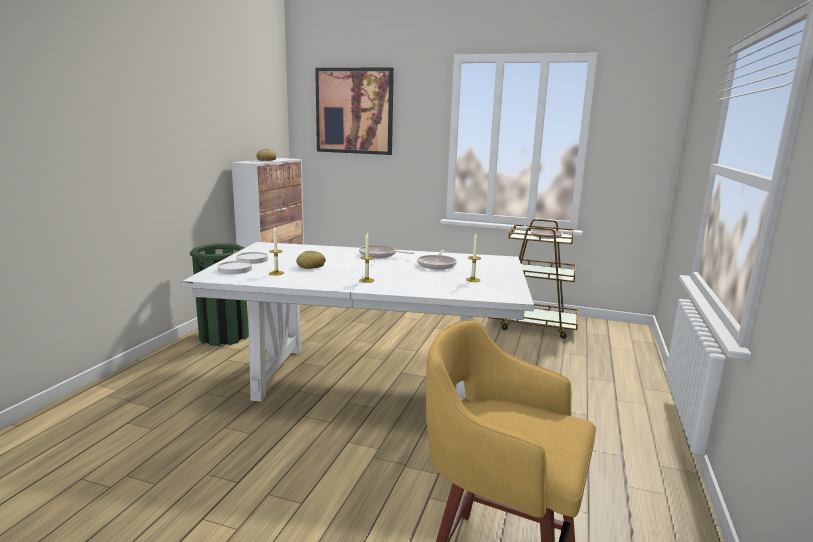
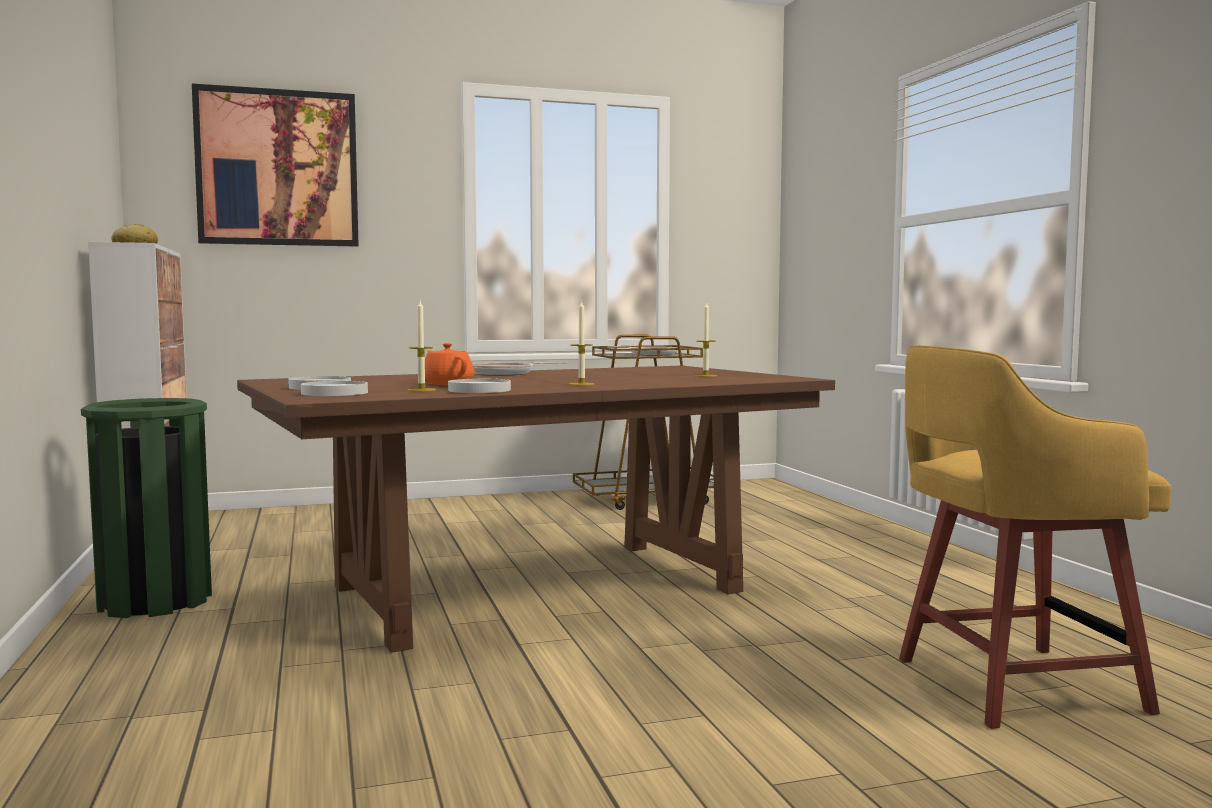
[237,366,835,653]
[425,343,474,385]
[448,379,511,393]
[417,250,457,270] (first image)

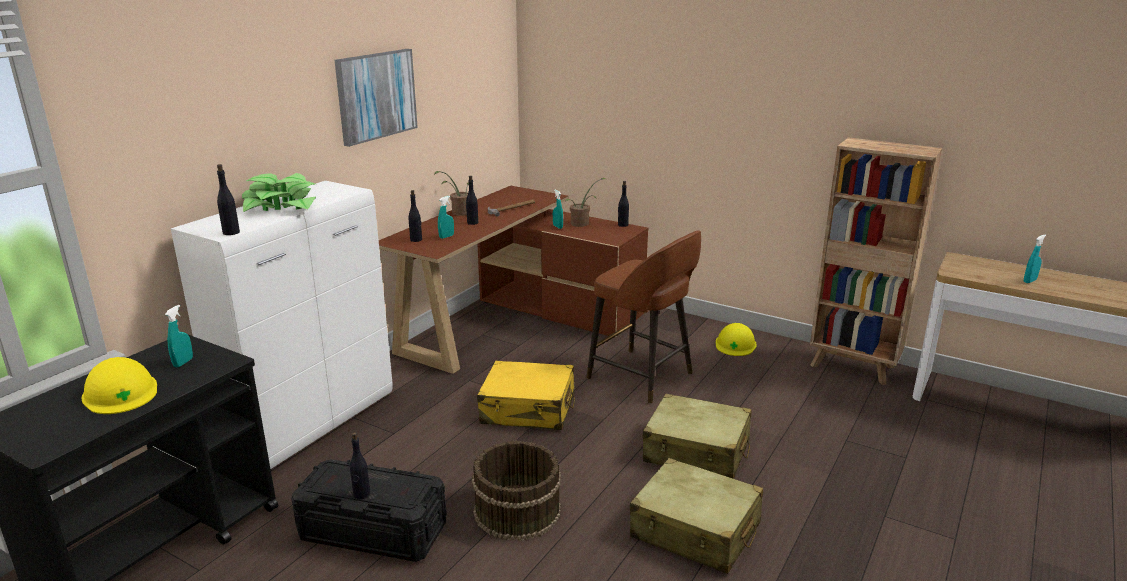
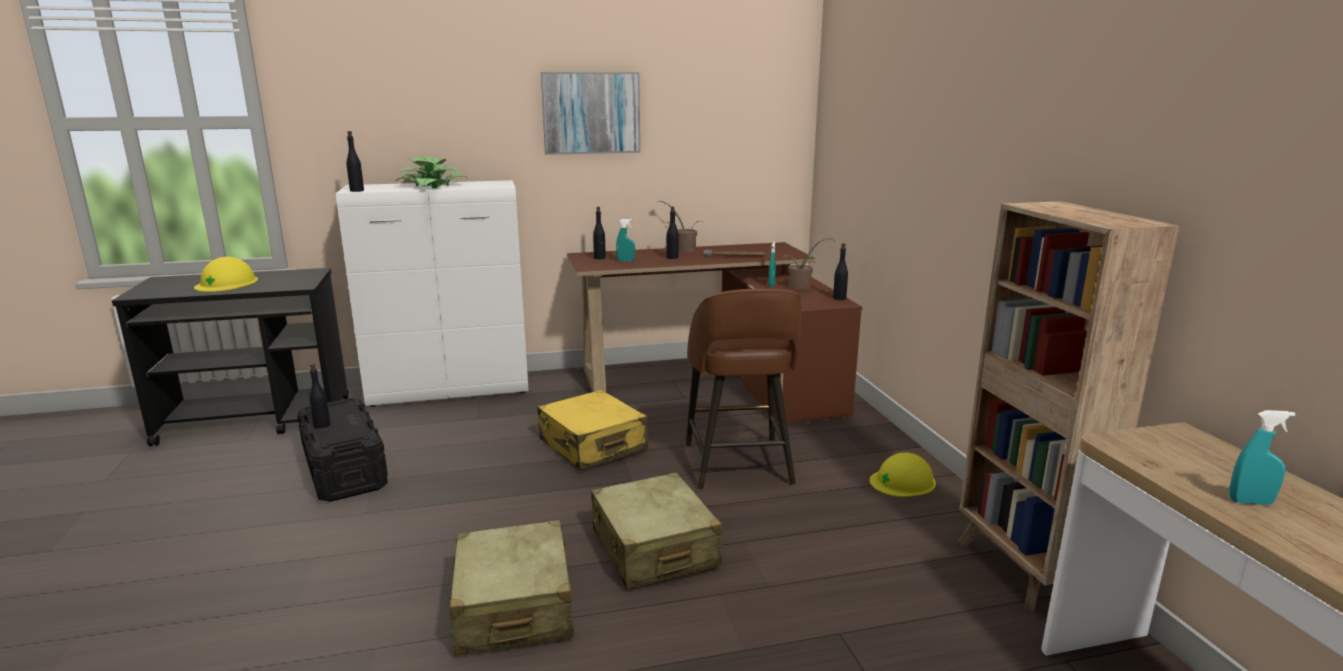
[165,305,193,367] (first image)
[472,441,561,541] (first image)

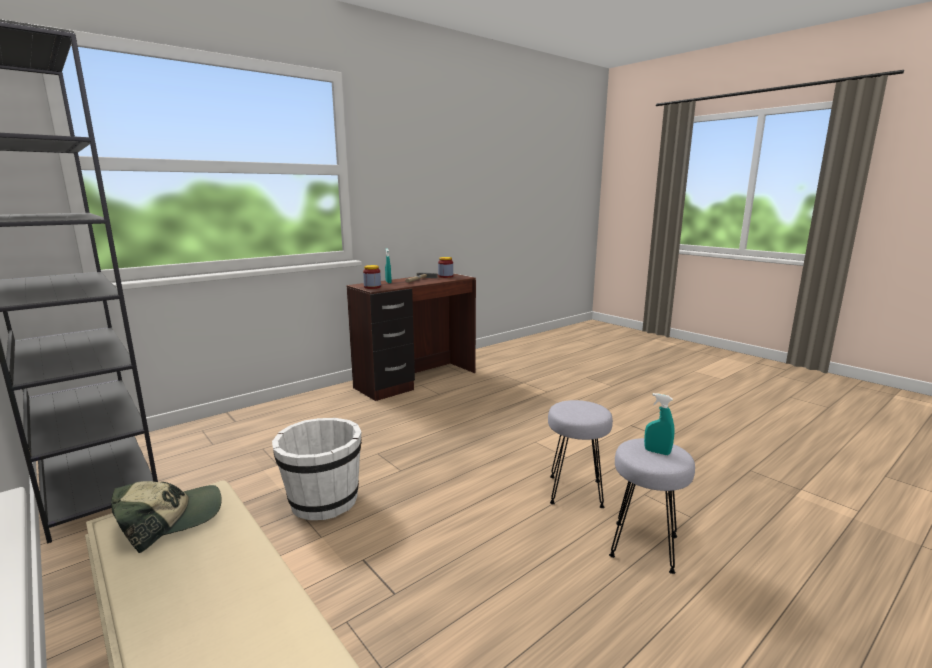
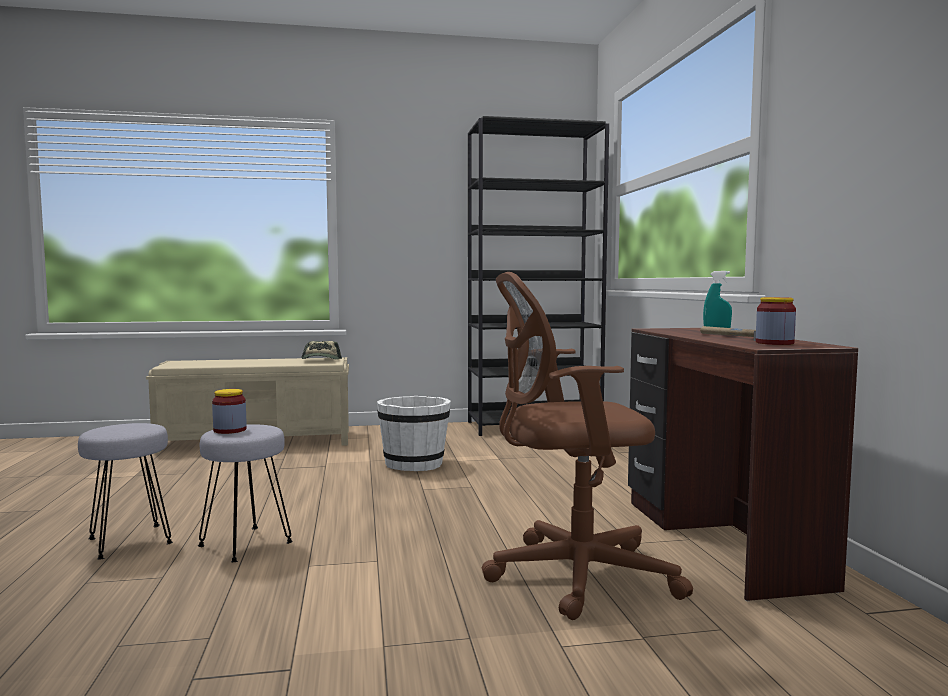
[212,389,247,434]
[482,272,693,620]
[644,393,675,455] (first image)

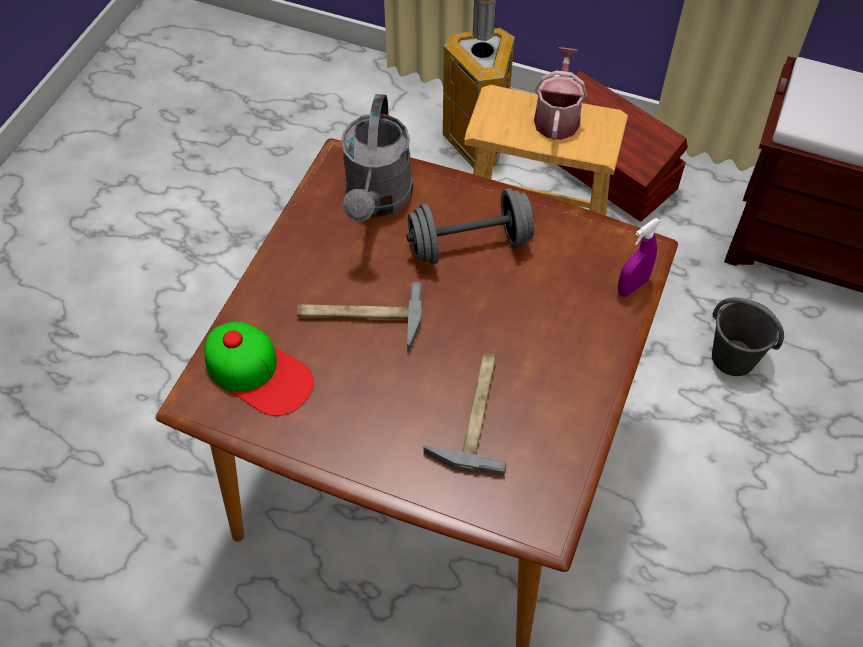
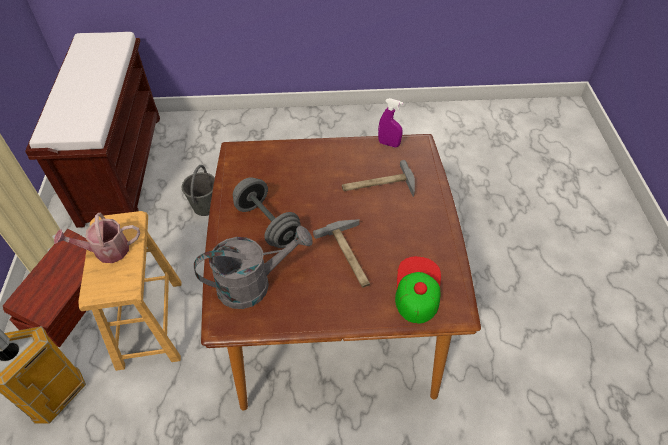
[378,98,403,148]

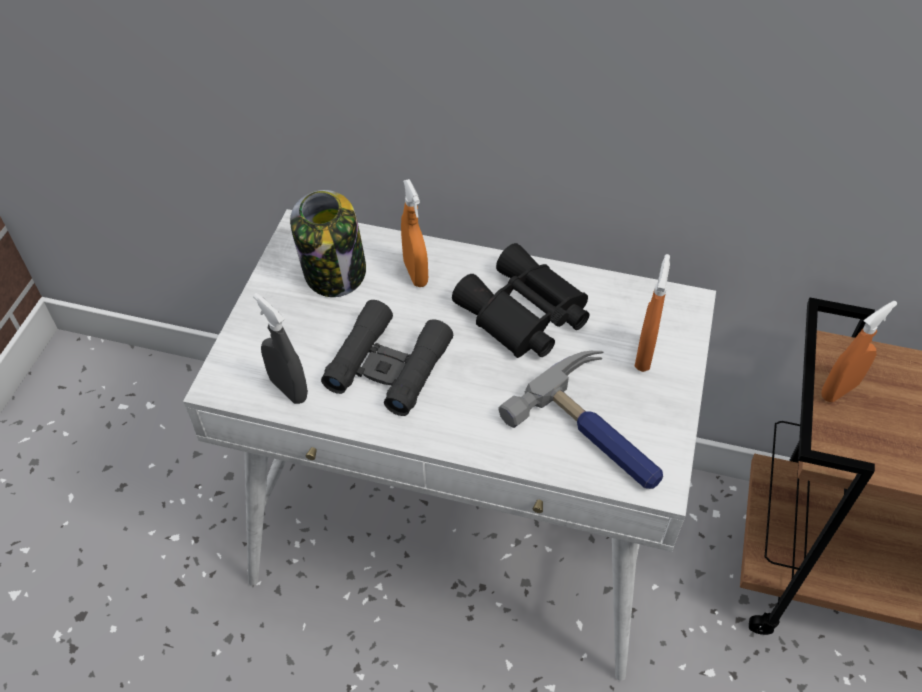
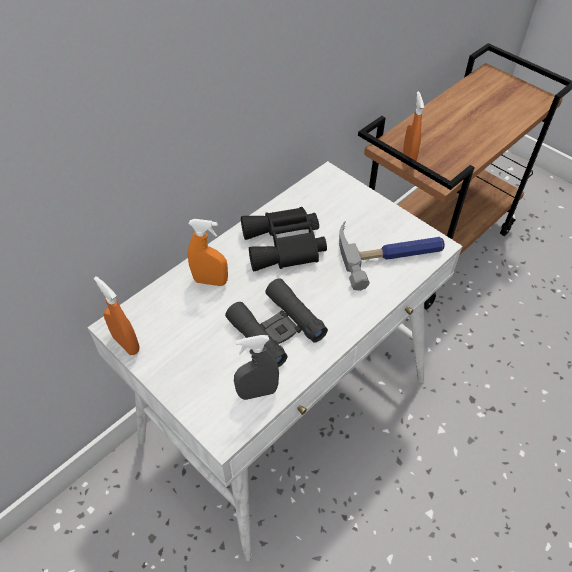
[94,276,139,355]
[290,190,366,297] (first image)

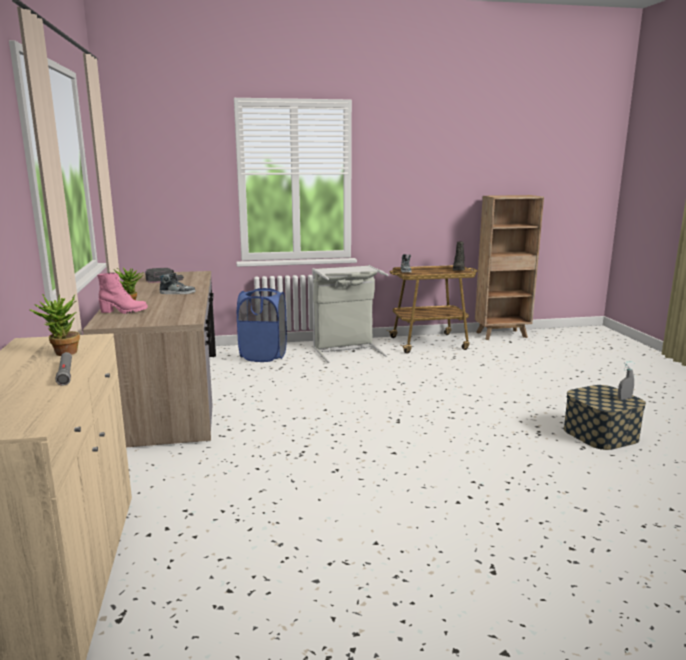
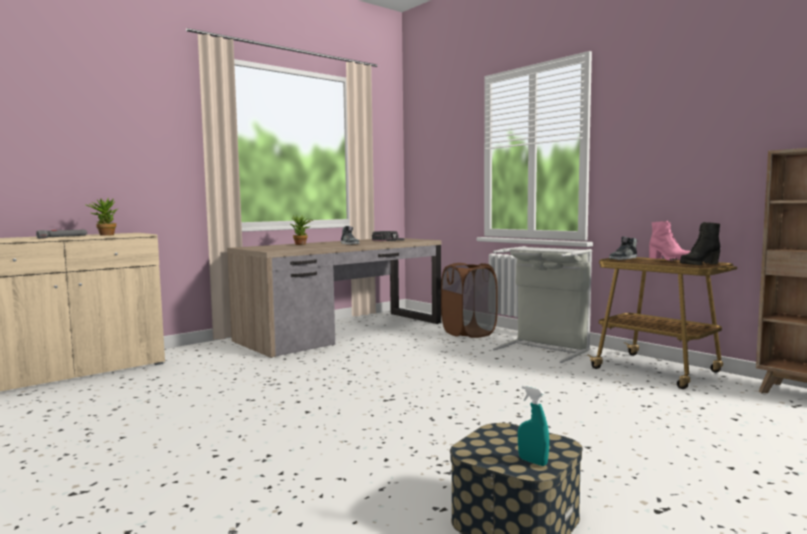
[441,263,497,338]
[518,385,549,466]
[649,221,690,261]

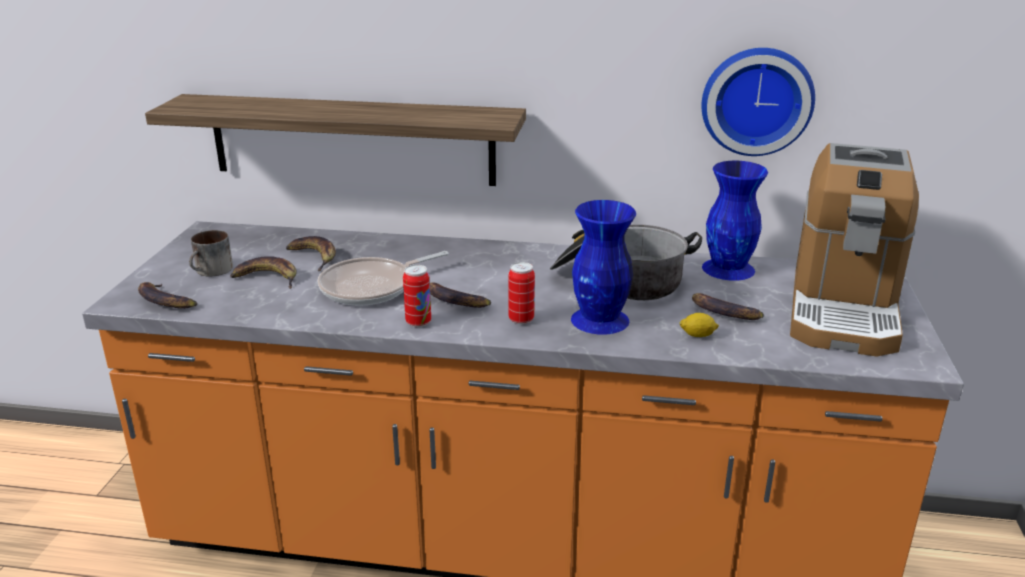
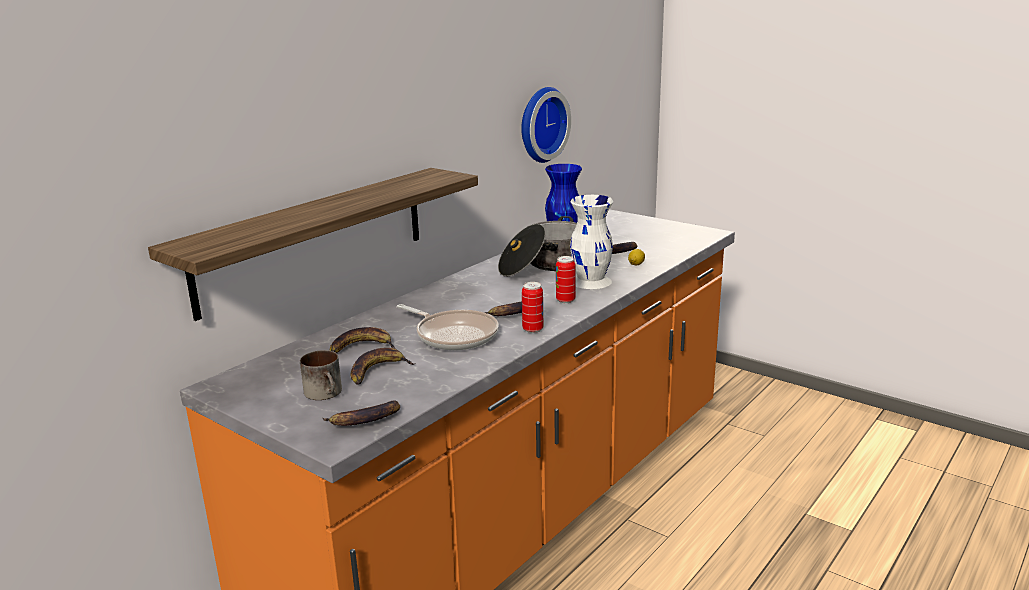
[397,304,499,350]
[570,195,613,289]
[790,143,919,357] (first image)

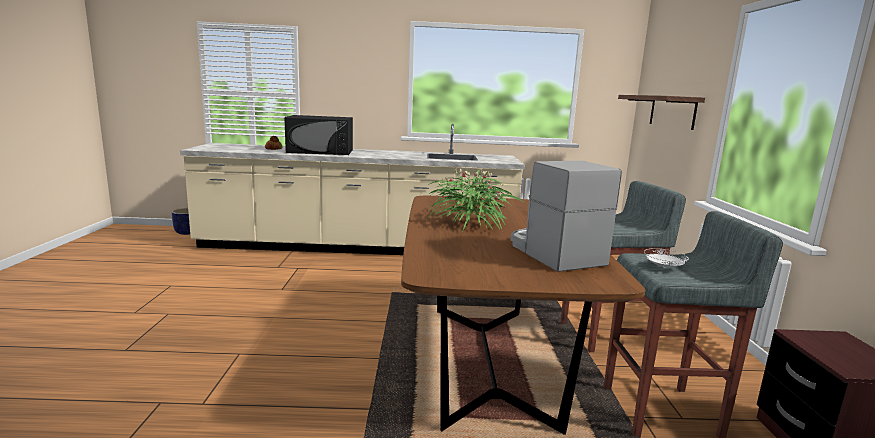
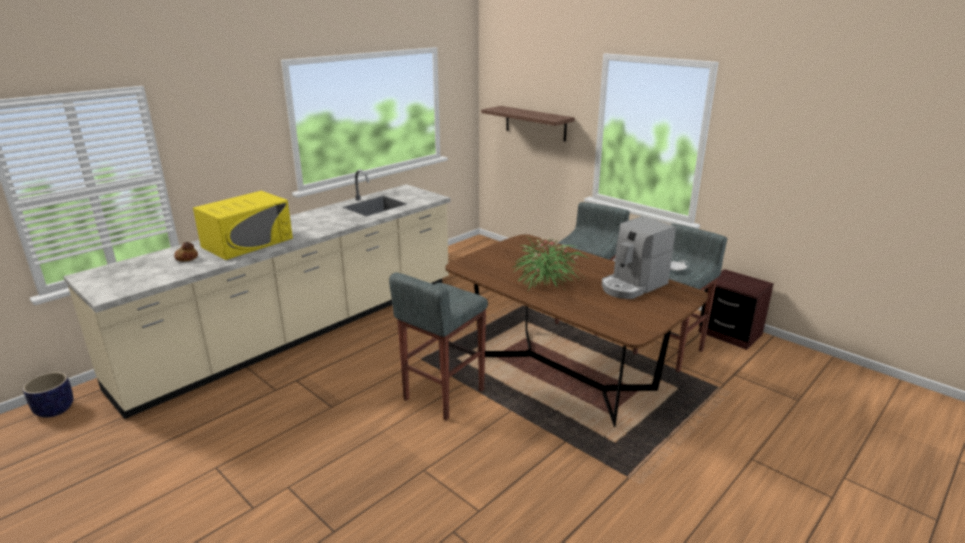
[193,191,293,260]
[389,273,488,420]
[602,216,676,299]

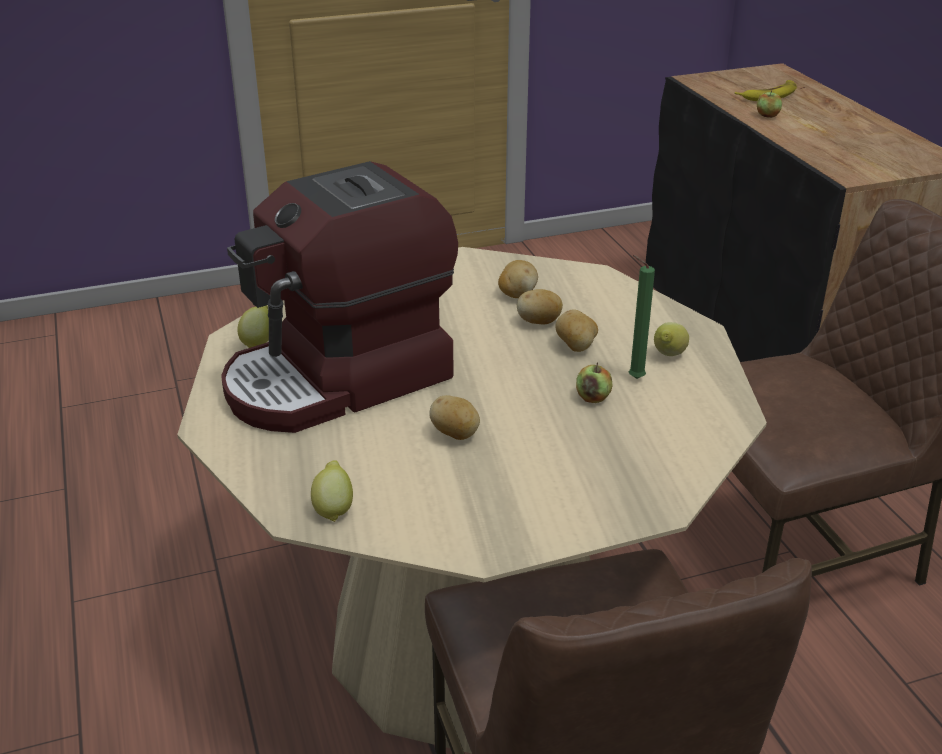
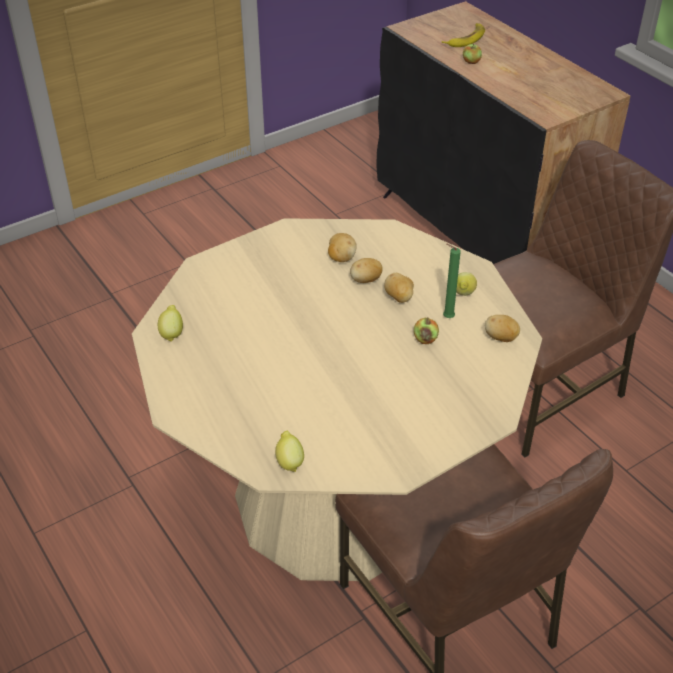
[485,315,520,342]
[221,161,458,433] (first image)

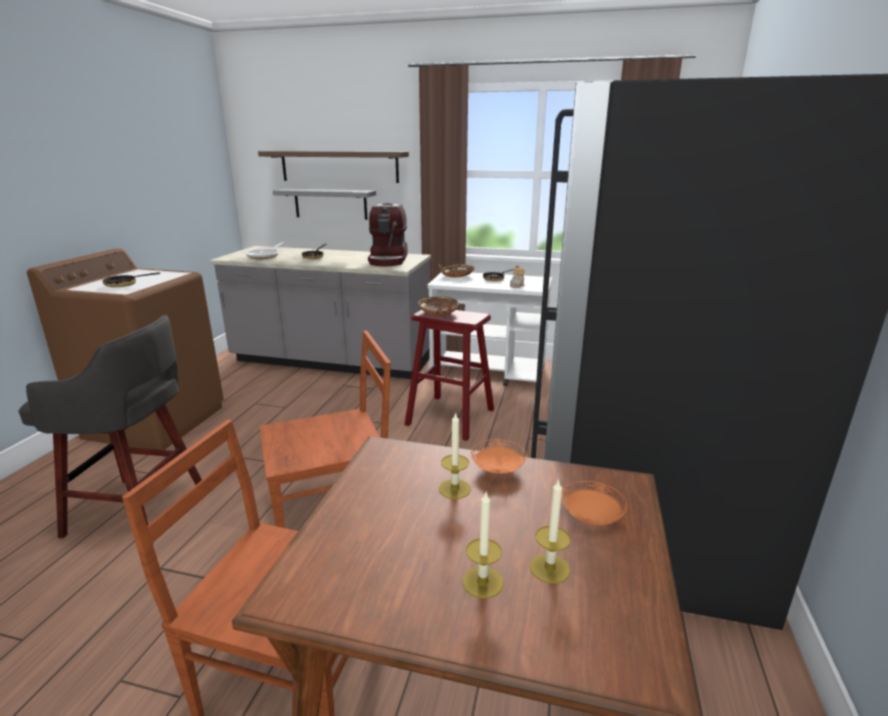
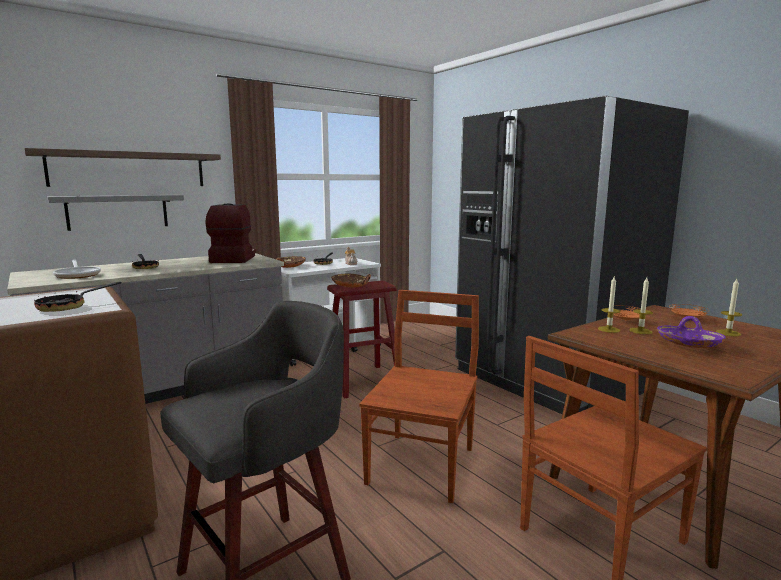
[206,203,256,263]
[598,275,621,333]
[657,316,726,348]

